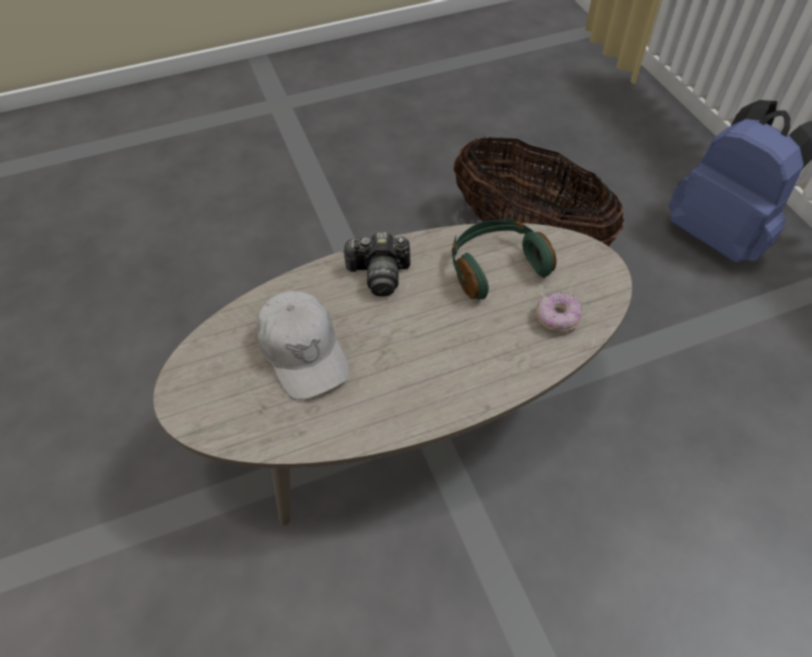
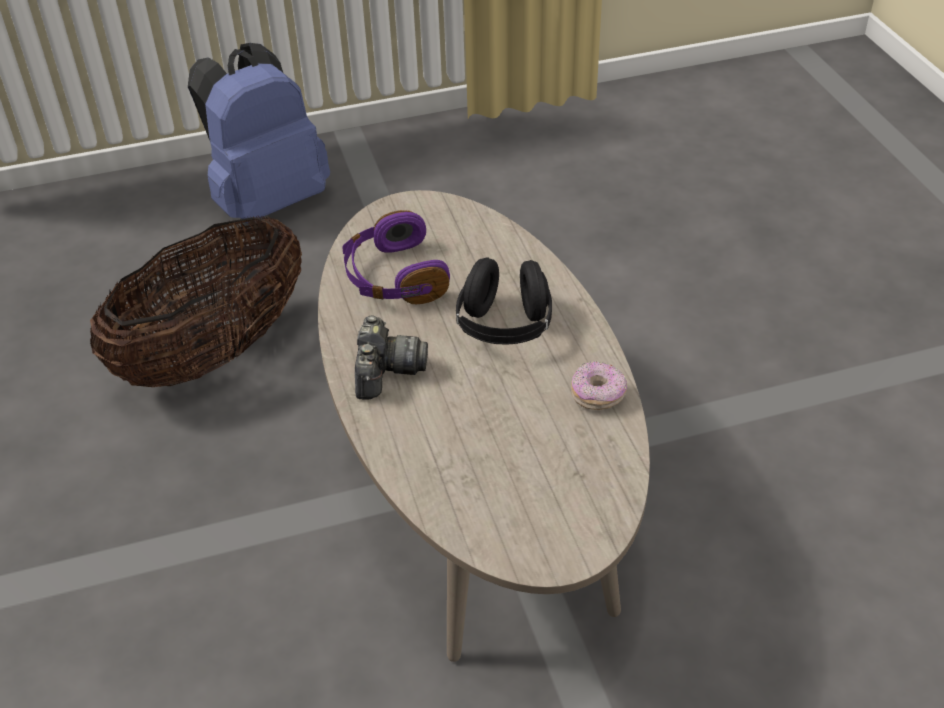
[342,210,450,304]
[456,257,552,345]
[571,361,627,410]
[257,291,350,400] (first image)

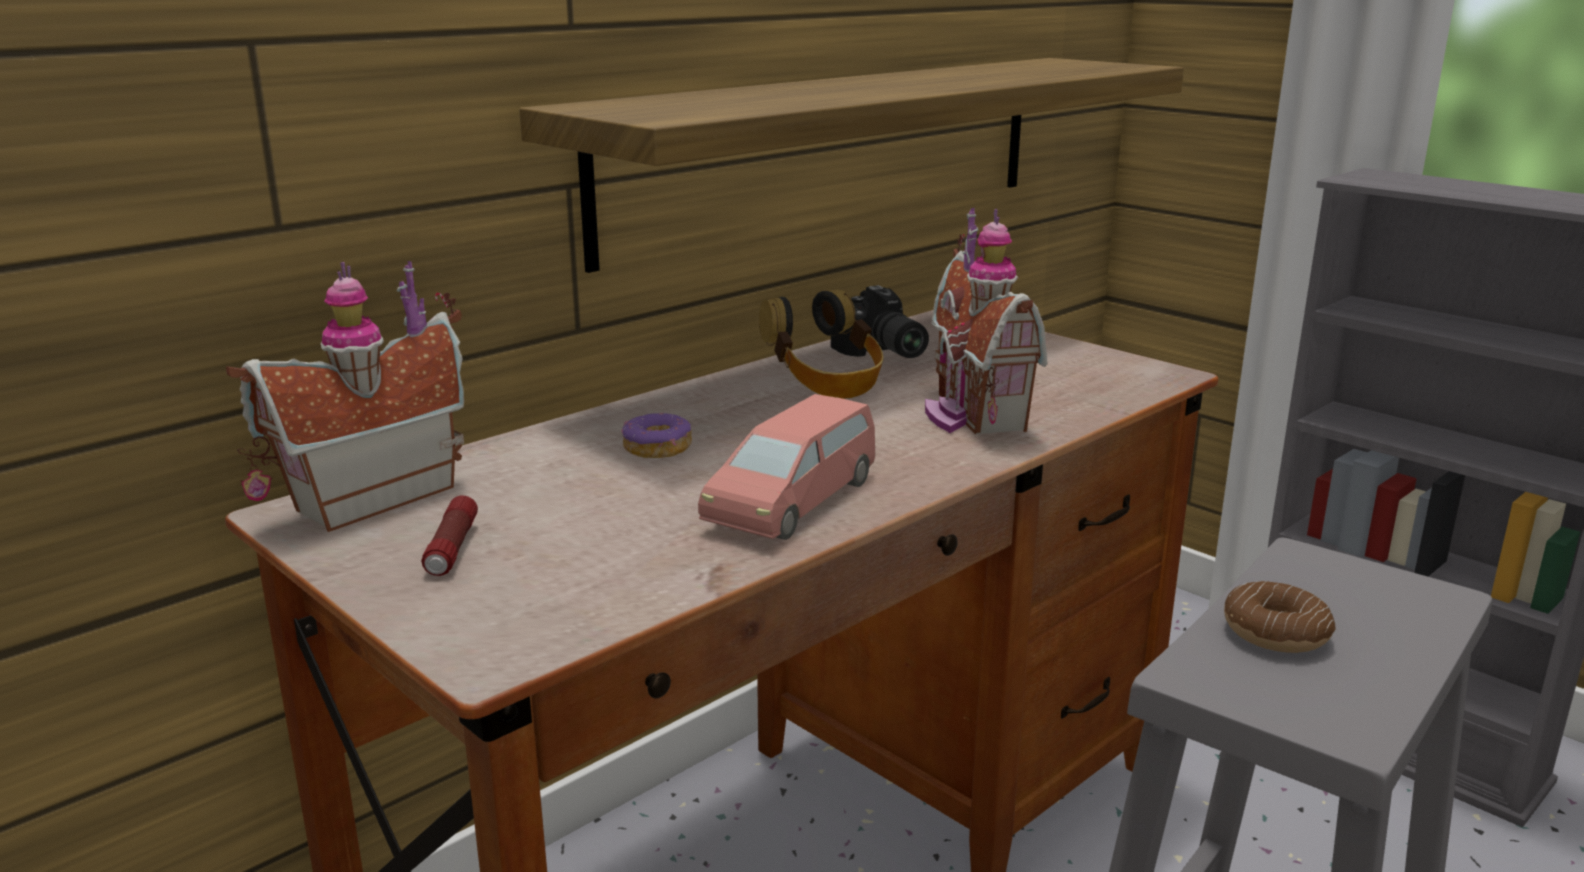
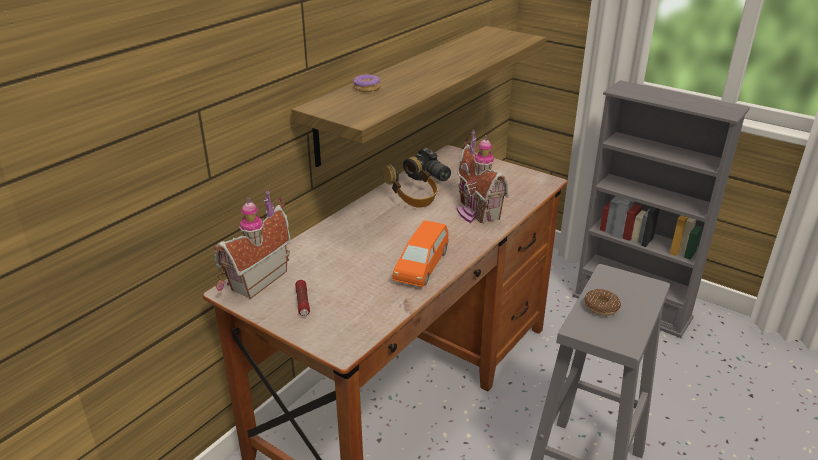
[353,74,381,92]
[392,220,448,287]

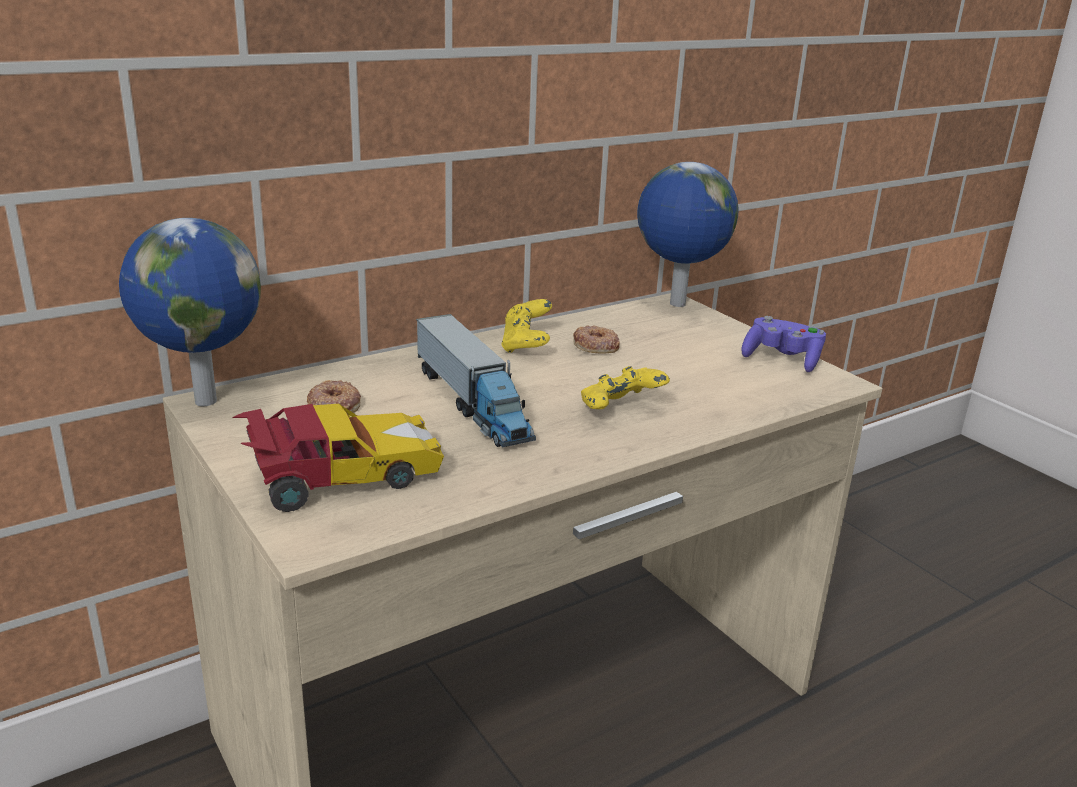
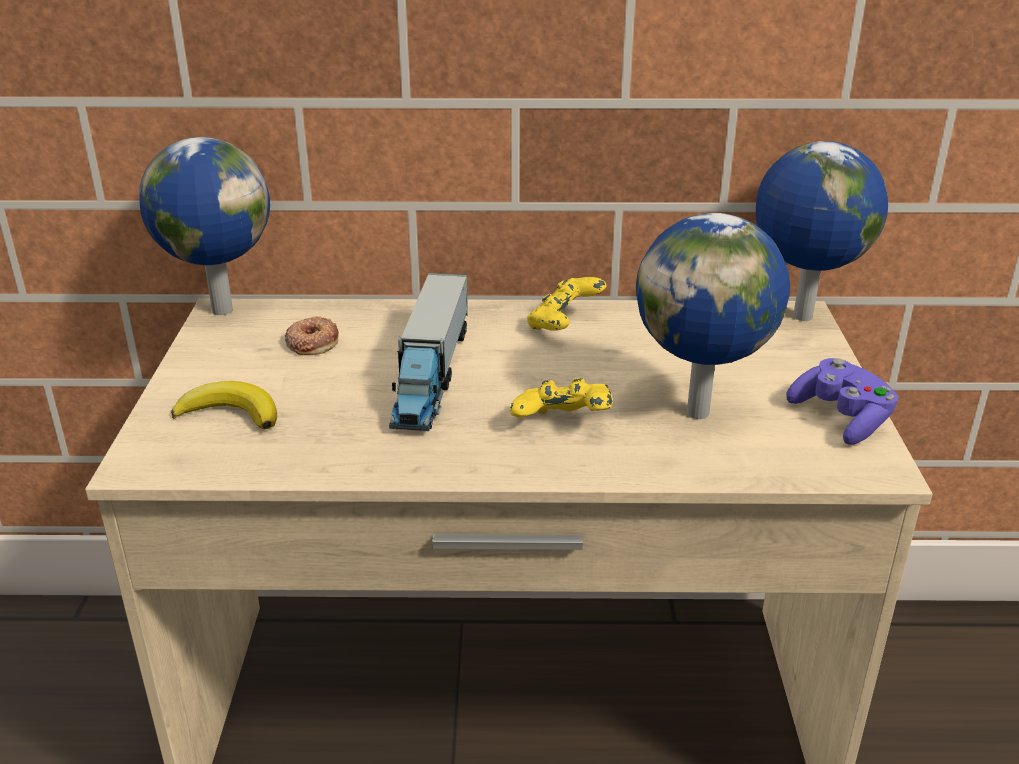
[171,381,277,429]
[636,213,790,419]
[573,325,620,354] (first image)

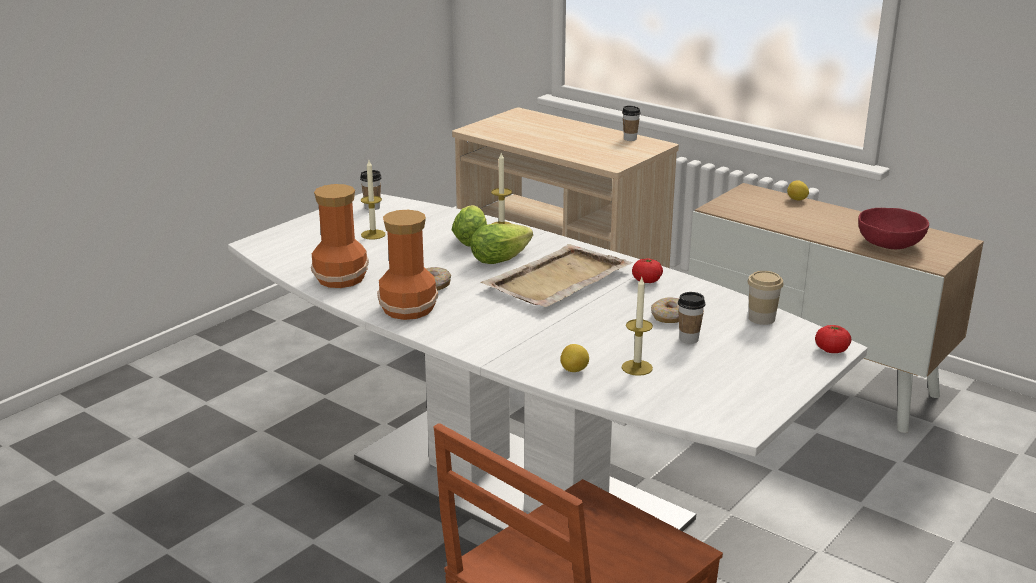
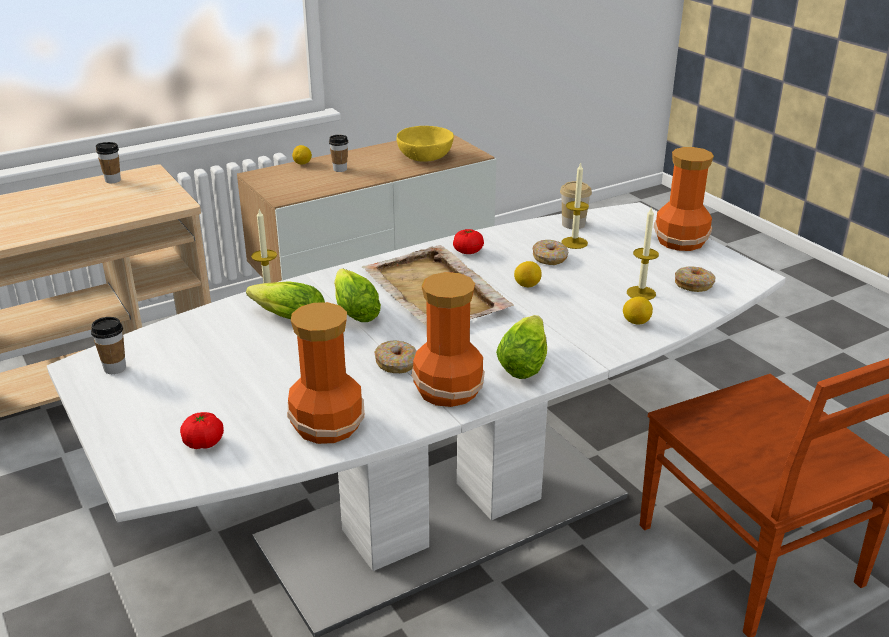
[180,412,224,449]
[329,135,348,172]
[397,126,454,162]
[496,315,547,379]
[514,261,542,287]
[561,162,589,249]
[654,147,714,251]
[675,266,716,292]

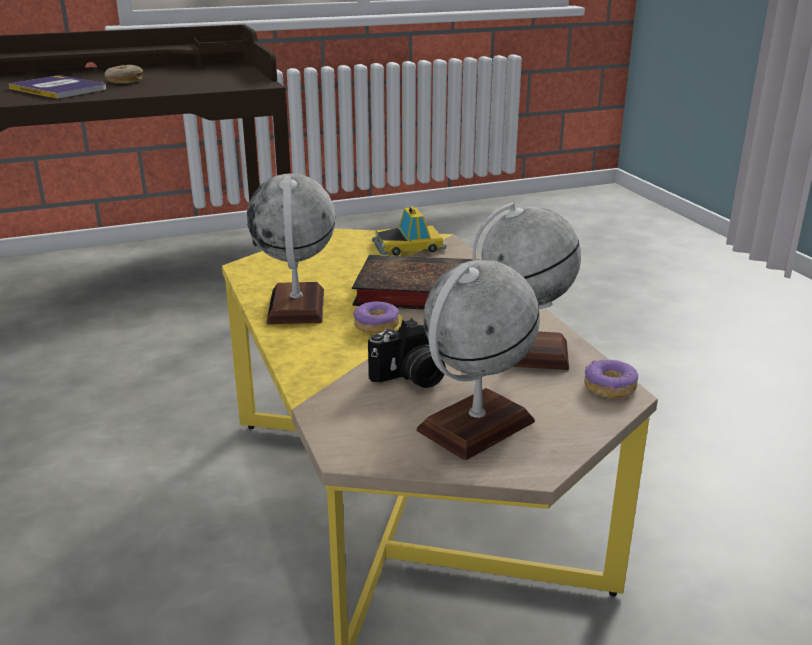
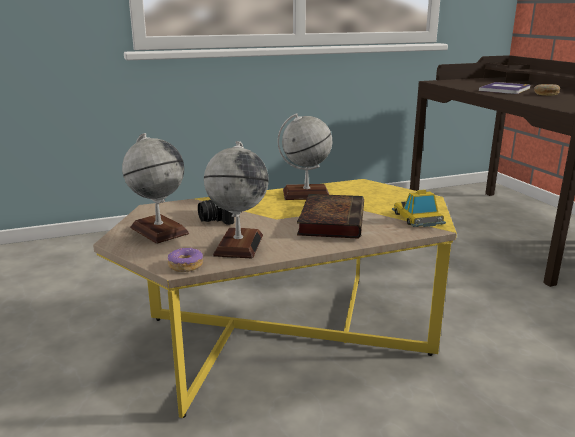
[353,301,399,334] (first image)

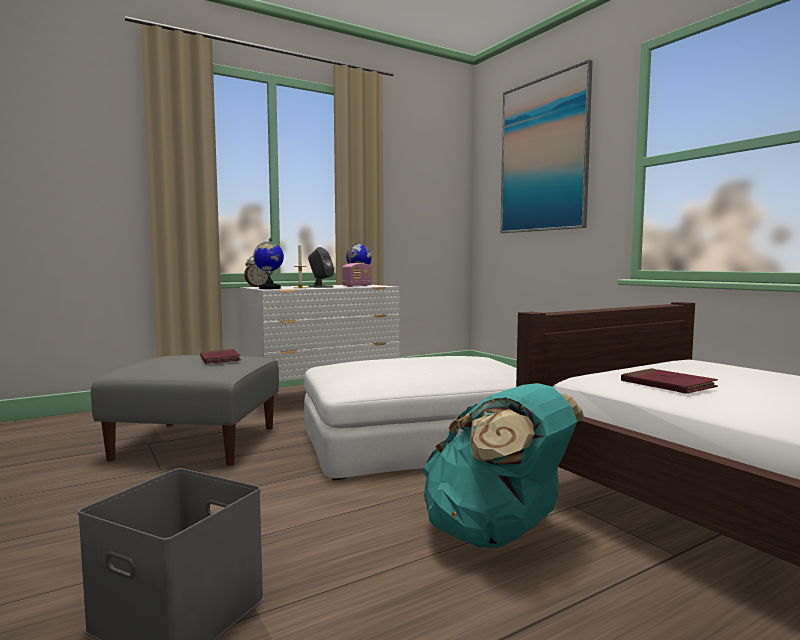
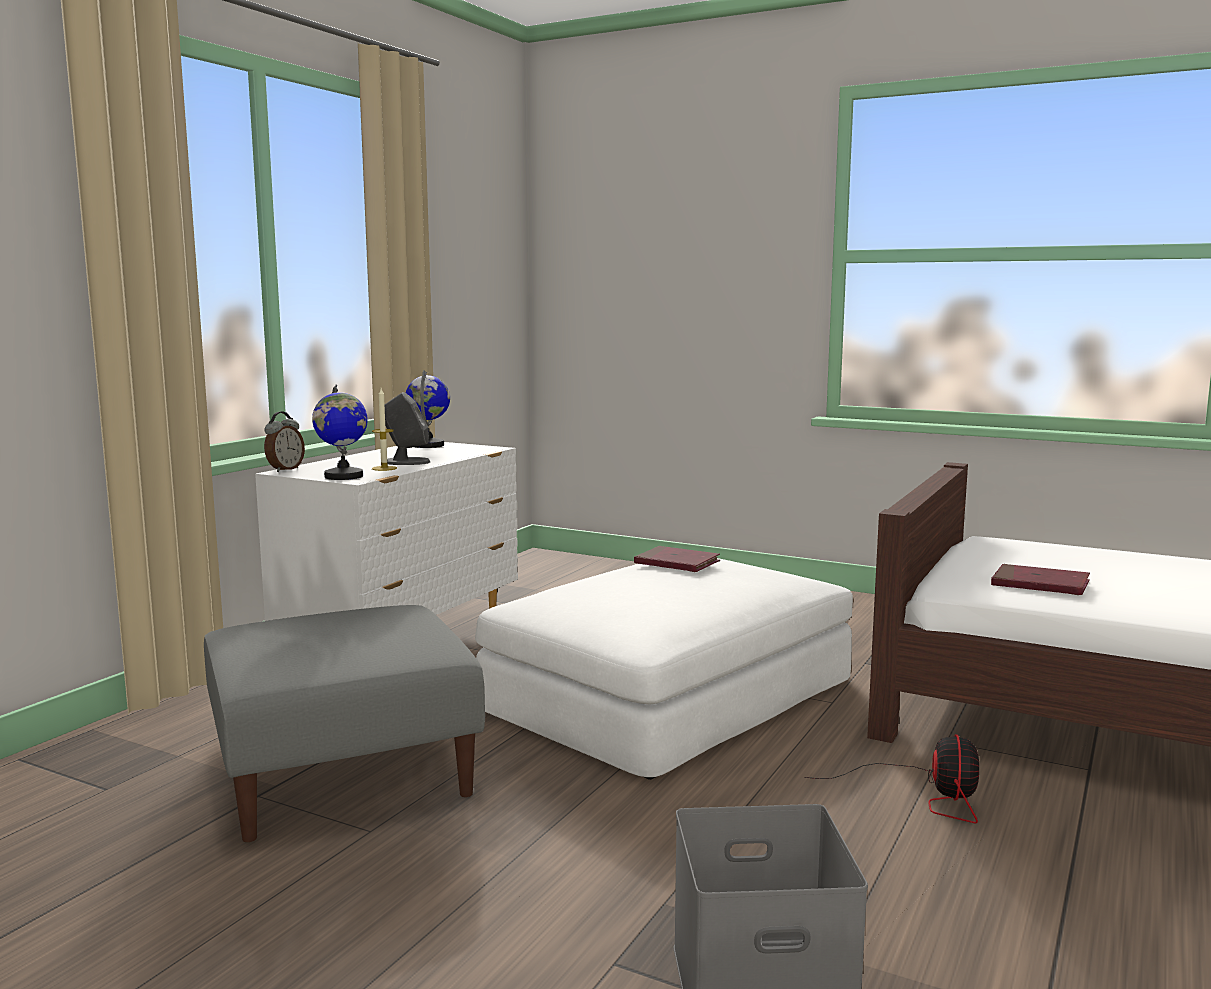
[634,546,720,572]
[804,734,979,824]
[342,263,372,287] (first image)
[500,60,593,233] (first image)

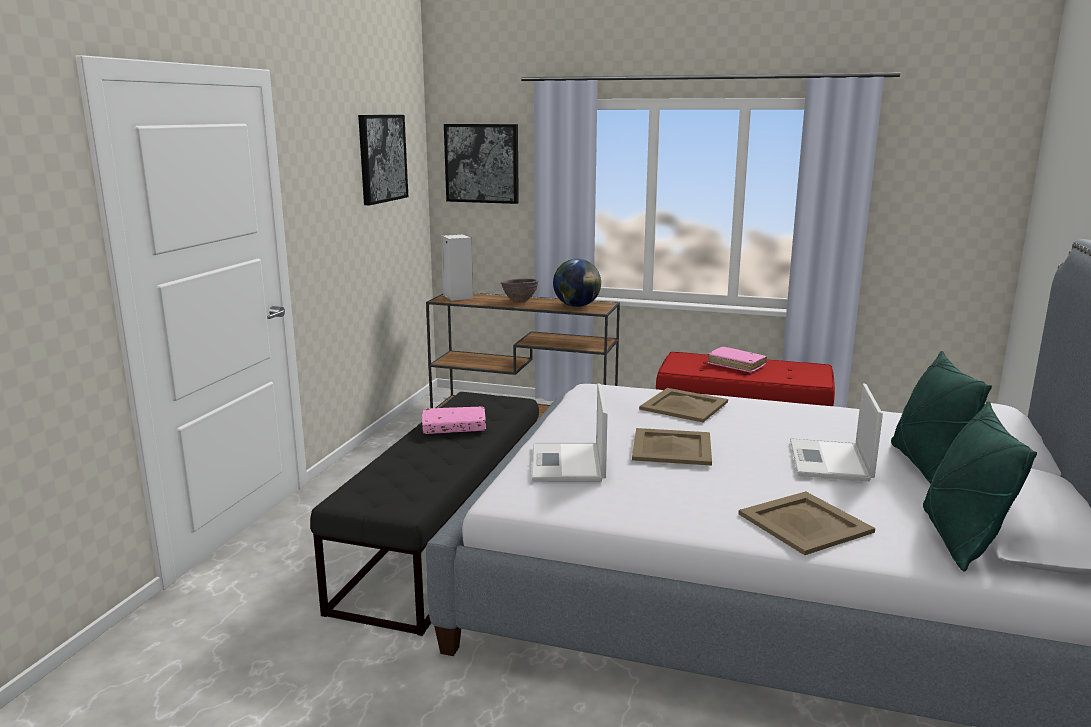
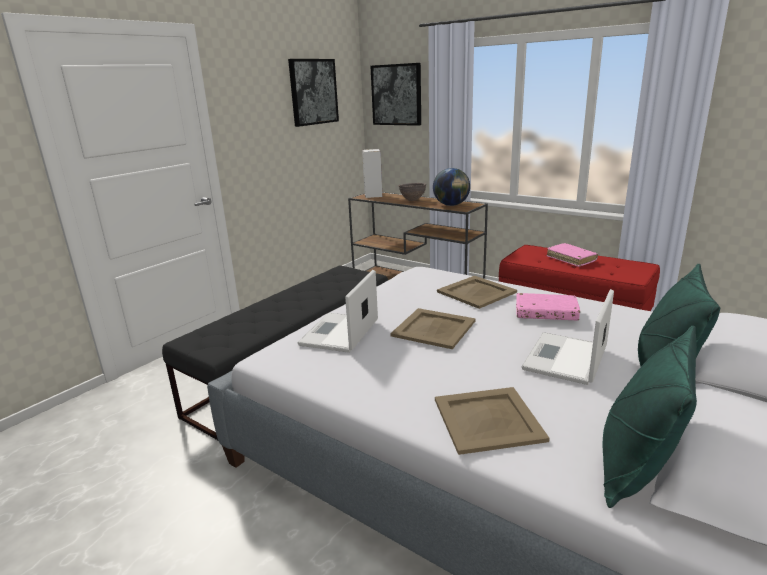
[516,293,580,320]

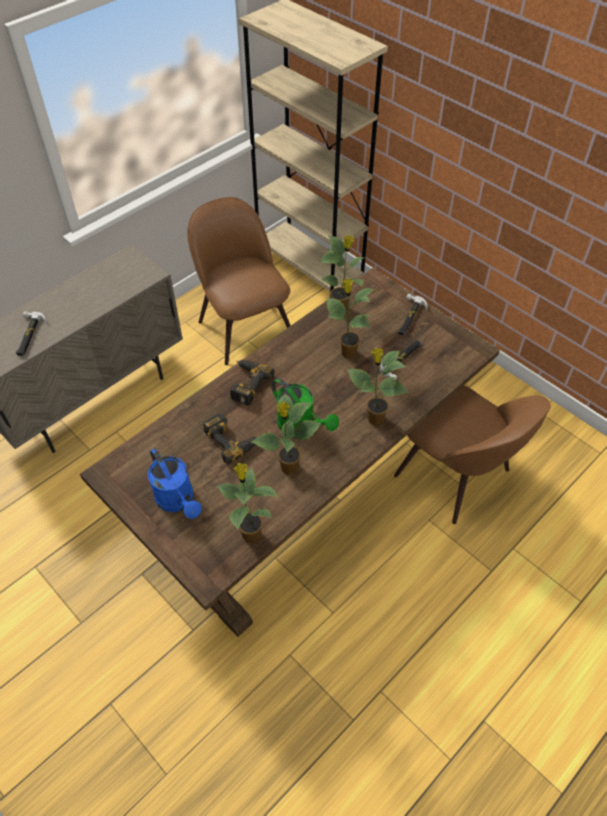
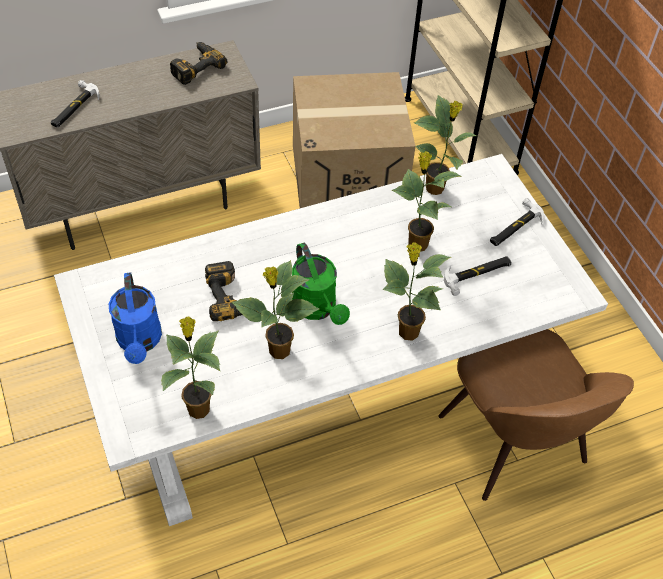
[54,154,608,526]
[170,42,227,85]
[293,72,416,208]

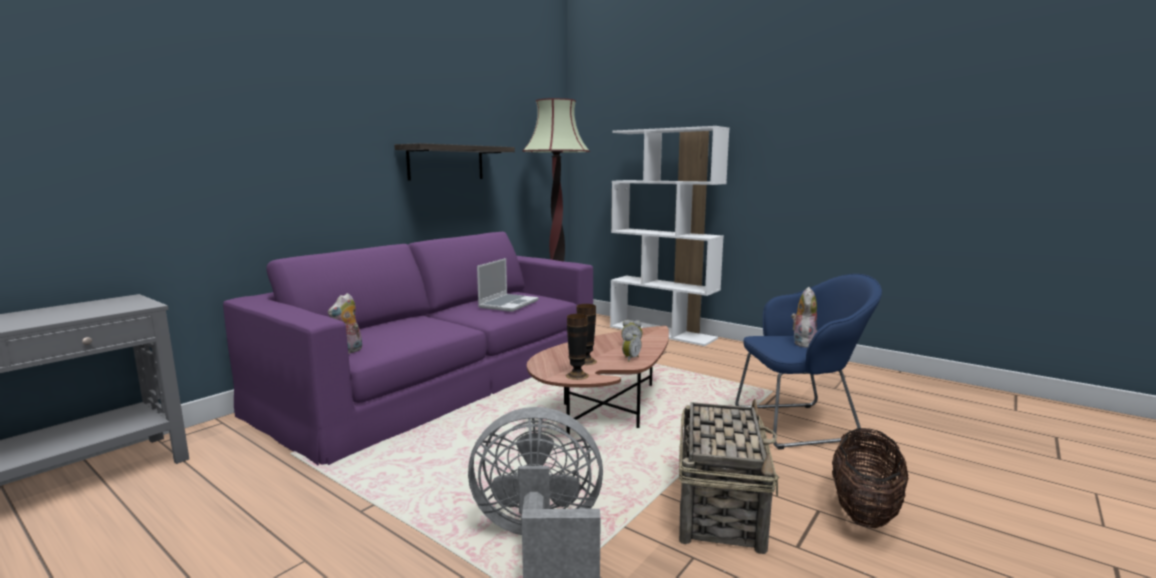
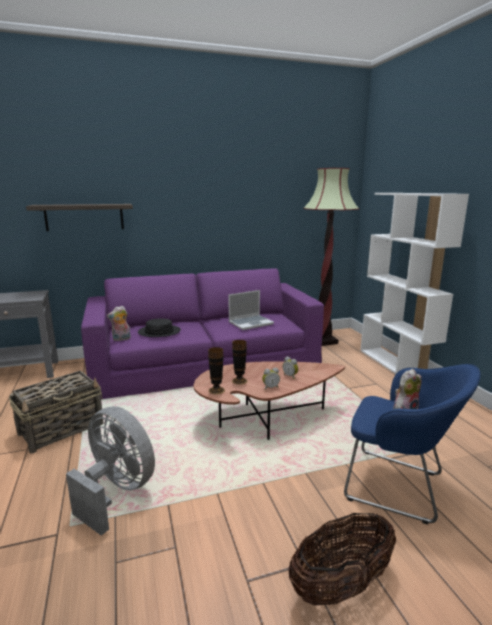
[9,371,104,454]
[26,204,133,231]
[138,318,181,337]

